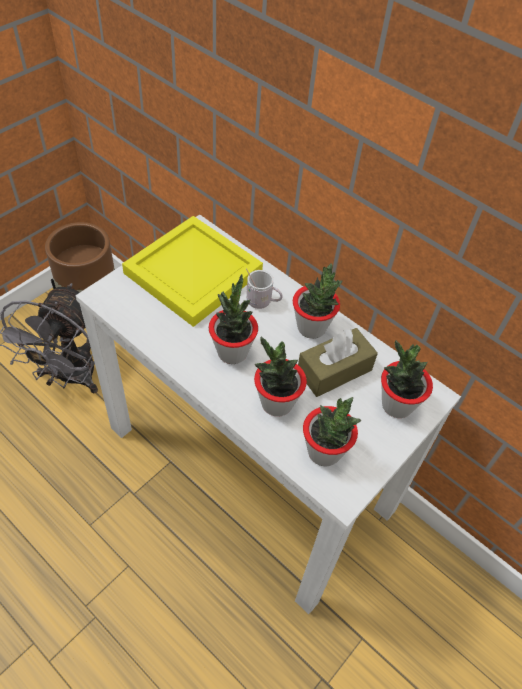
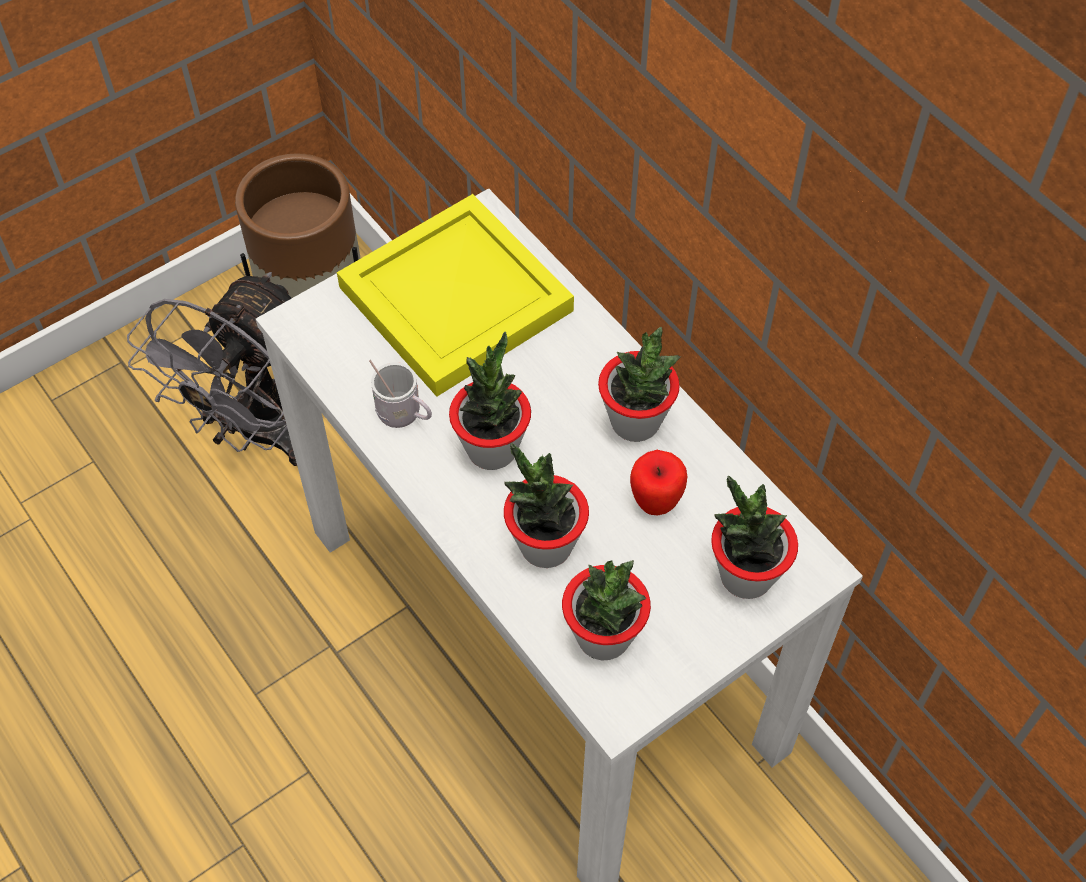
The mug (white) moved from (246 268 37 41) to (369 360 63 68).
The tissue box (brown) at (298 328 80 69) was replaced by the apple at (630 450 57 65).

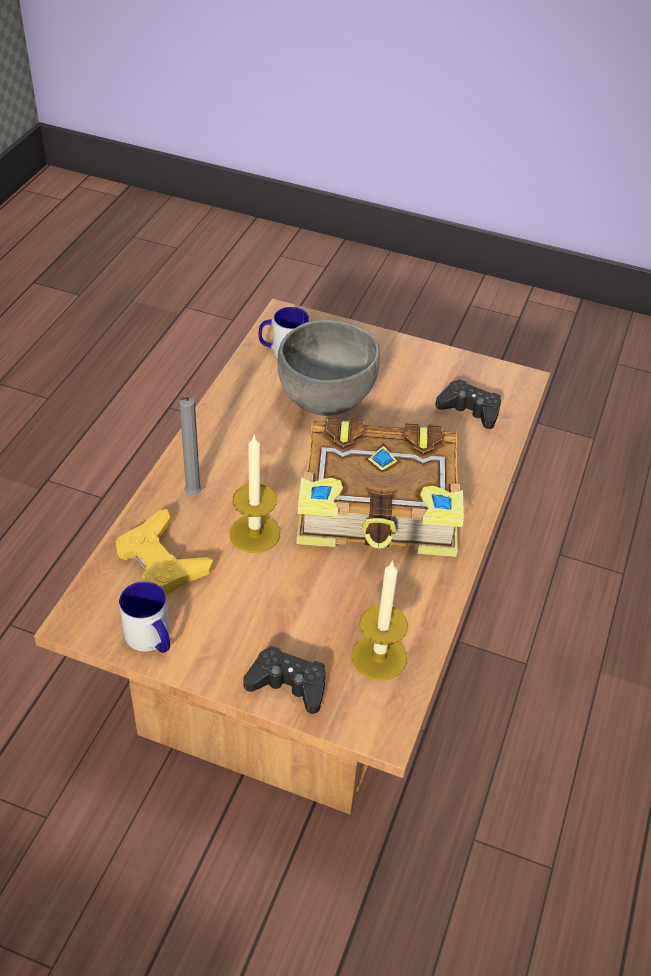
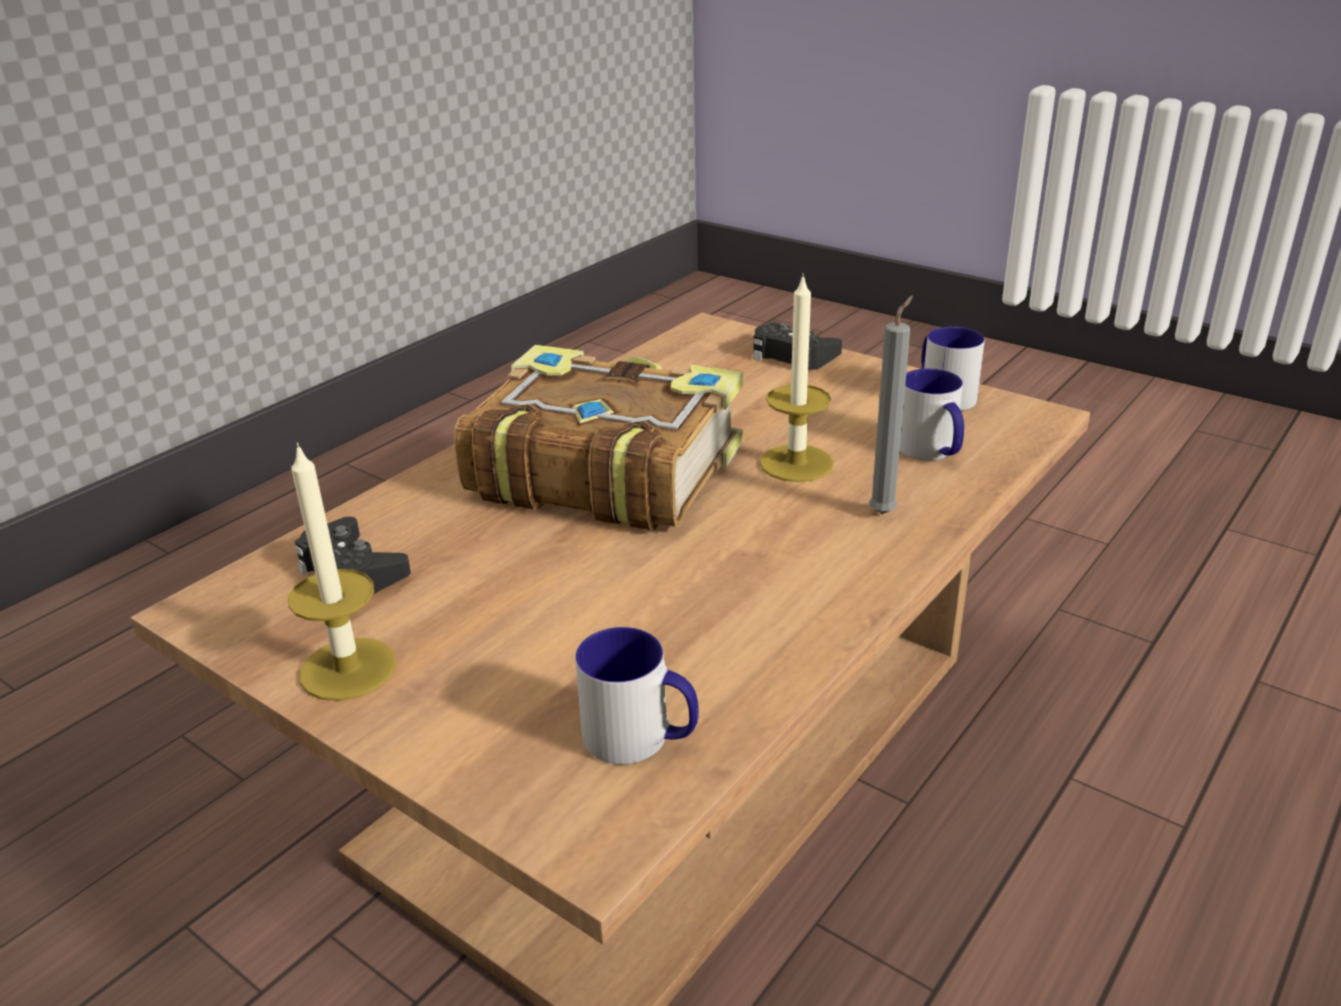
The game controller (yellow) at (116 509 98 86) was replaced by the mug at (900 368 64 92).
The bowl (grey) at (277 320 103 96) disappeared.
The candle moved from (351 560 57 121) to (288 443 108 258).

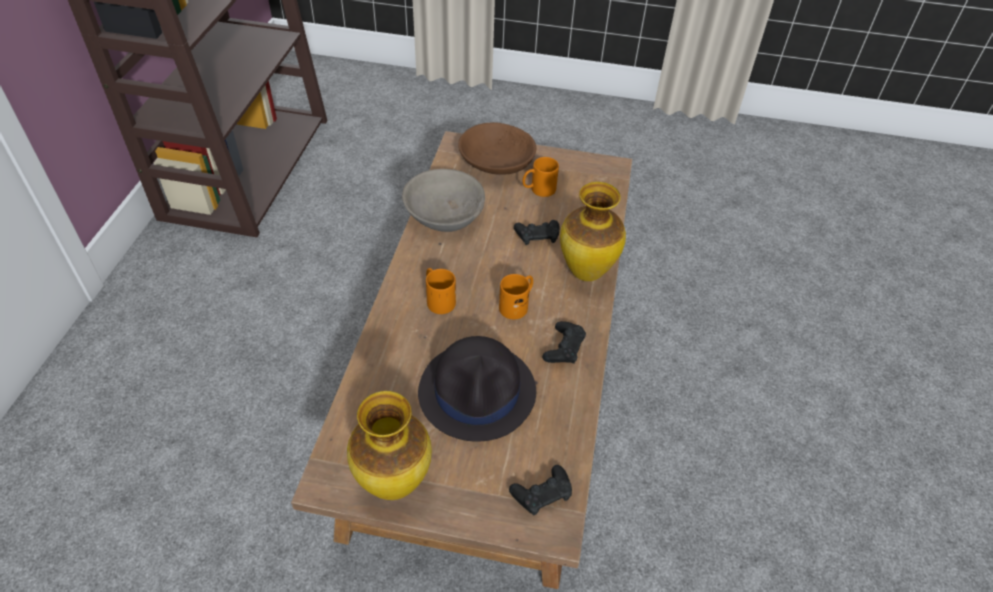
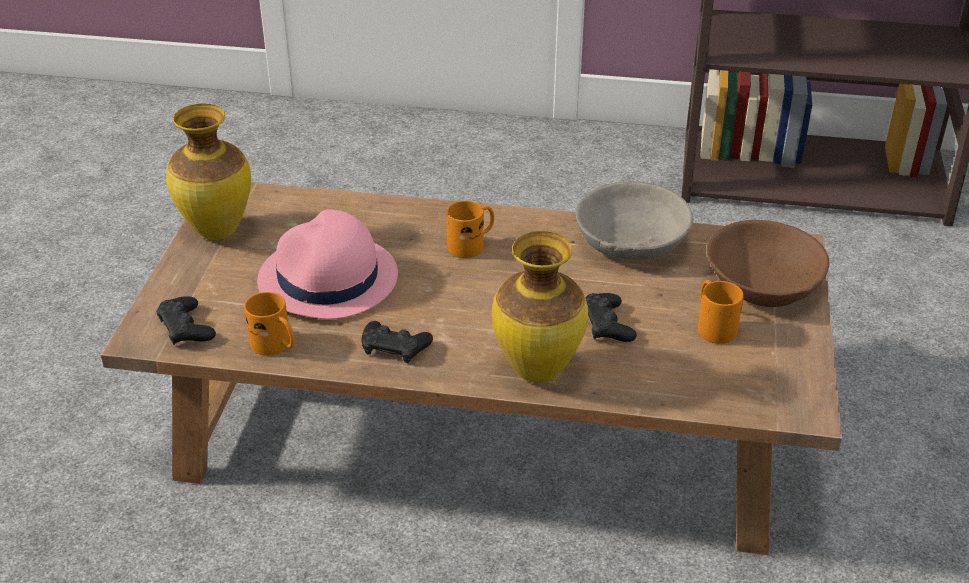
The hat (black) at (418 336 118 106) became the hat (pink) at (257 209 141 110).
The mug (orange) moved from (499 274 34 45) to (244 292 51 64).

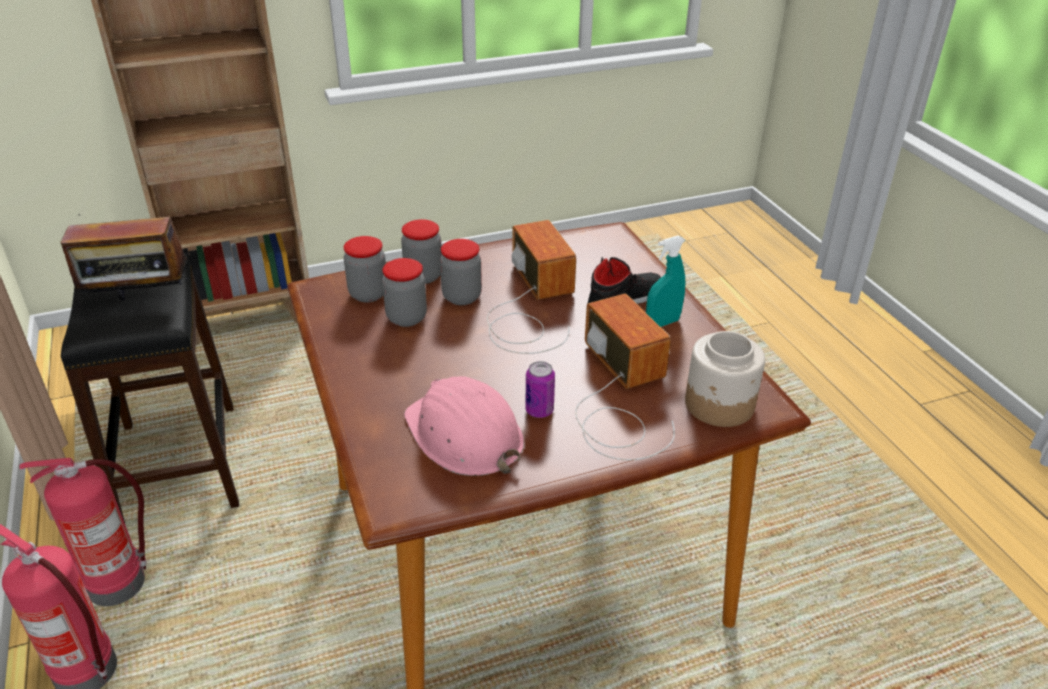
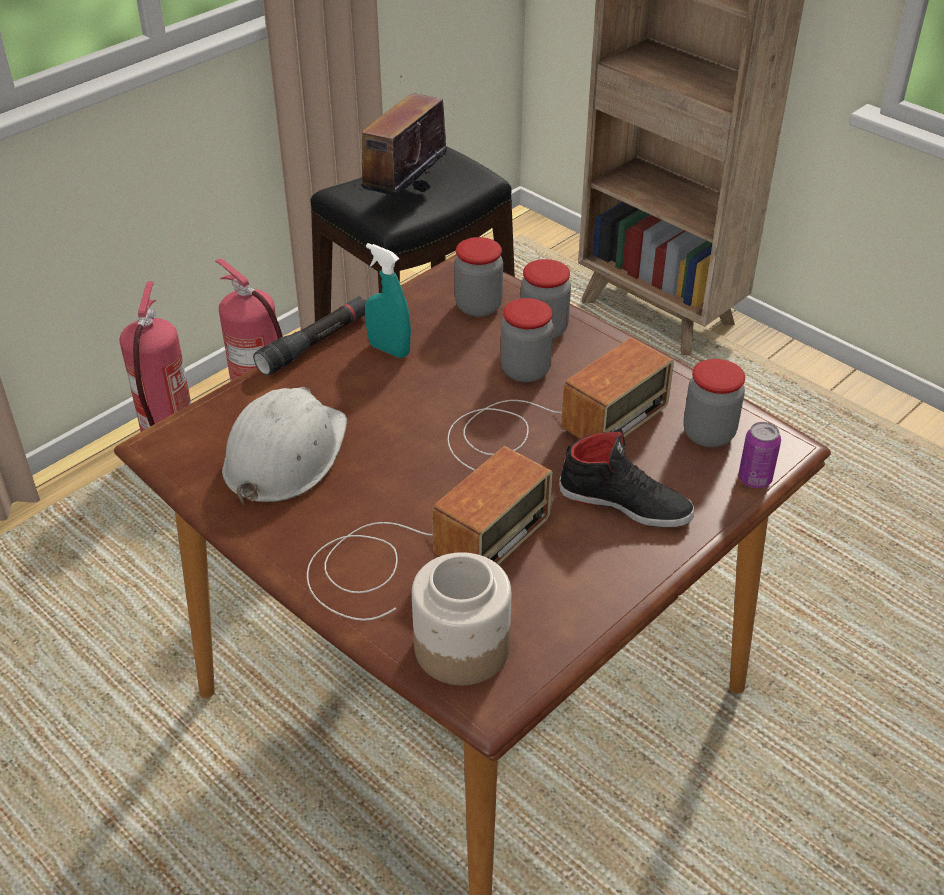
The radio at (60 203 128 98) turned 60 degrees clockwise.
The jar moved from (382 258 45 69) to (683 359 62 88).
The hard hat (pink) at (404 376 120 100) became the hard hat (white) at (222 387 125 118).
The can moved from (525 361 30 57) to (738 422 43 66).
The spray bottle (turquoise) moved from (646 235 39 92) to (365 243 46 115).
The flashlight (black) at (253 296 114 79) appeared.

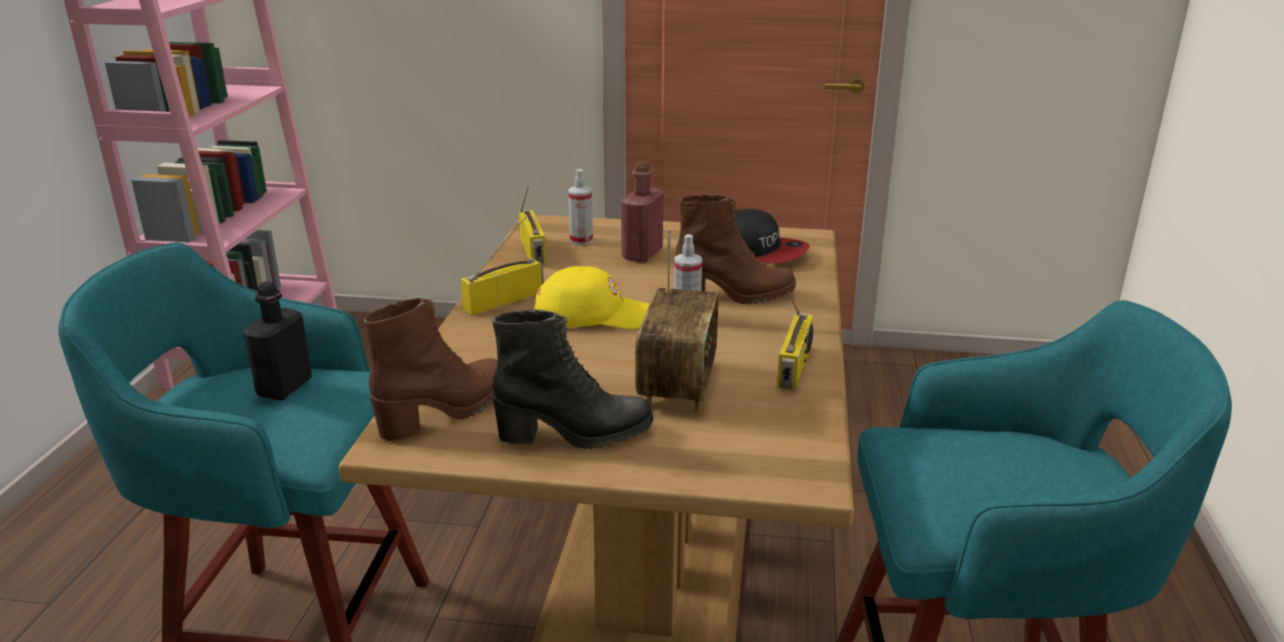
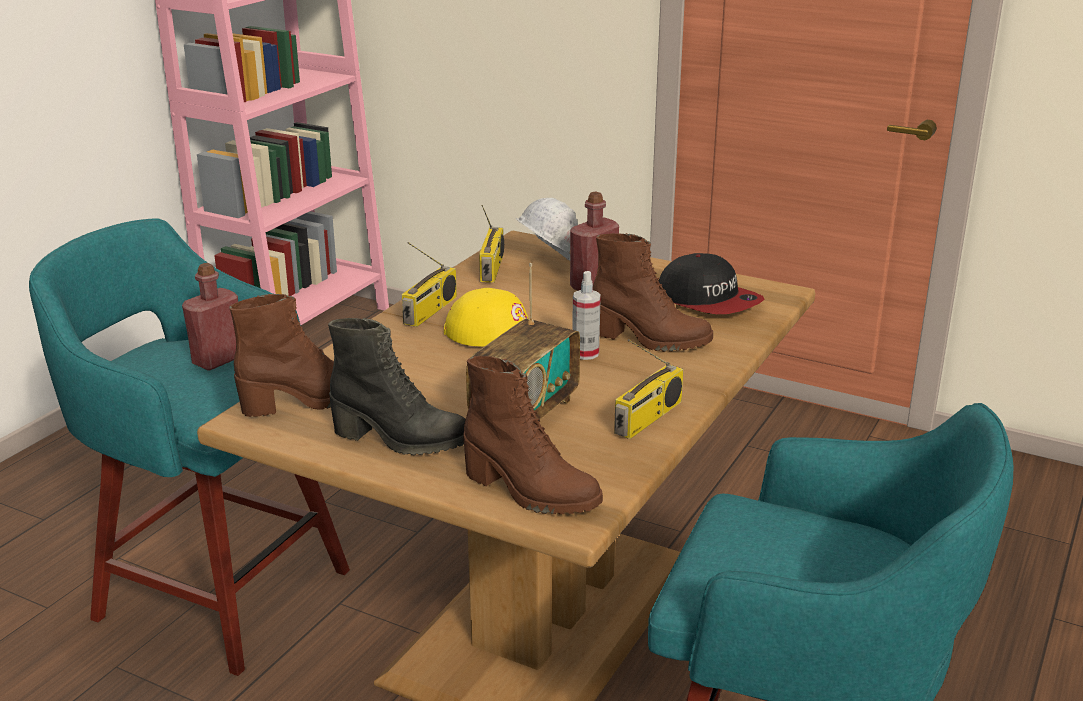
The bottle (black) at (243 281 69 120) became the bottle (red) at (182 263 56 108).
The radio at (460 217 84 98) turned 135 degrees clockwise.
The spray bottle at (568 169 25 76) was replaced by the hard hat (white) at (516 198 62 63).
The boot (brown) at (463 356 140 158) appeared.

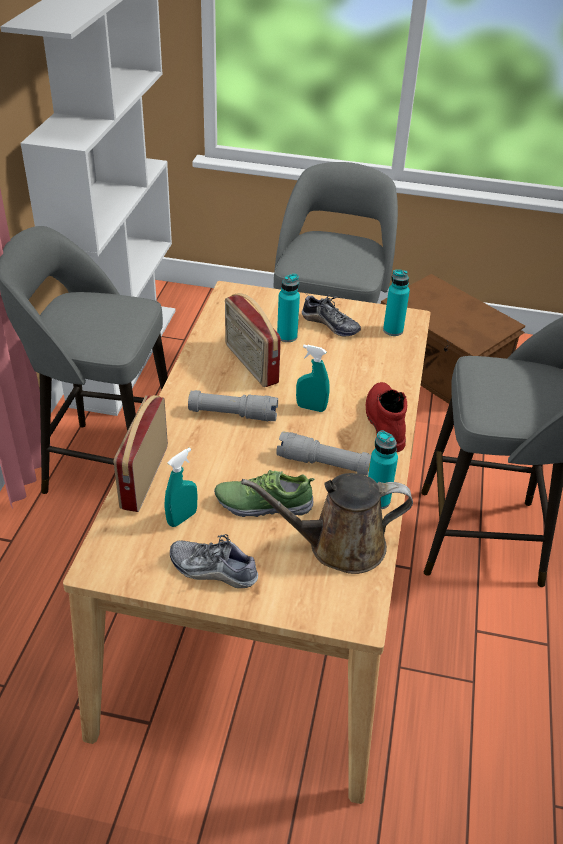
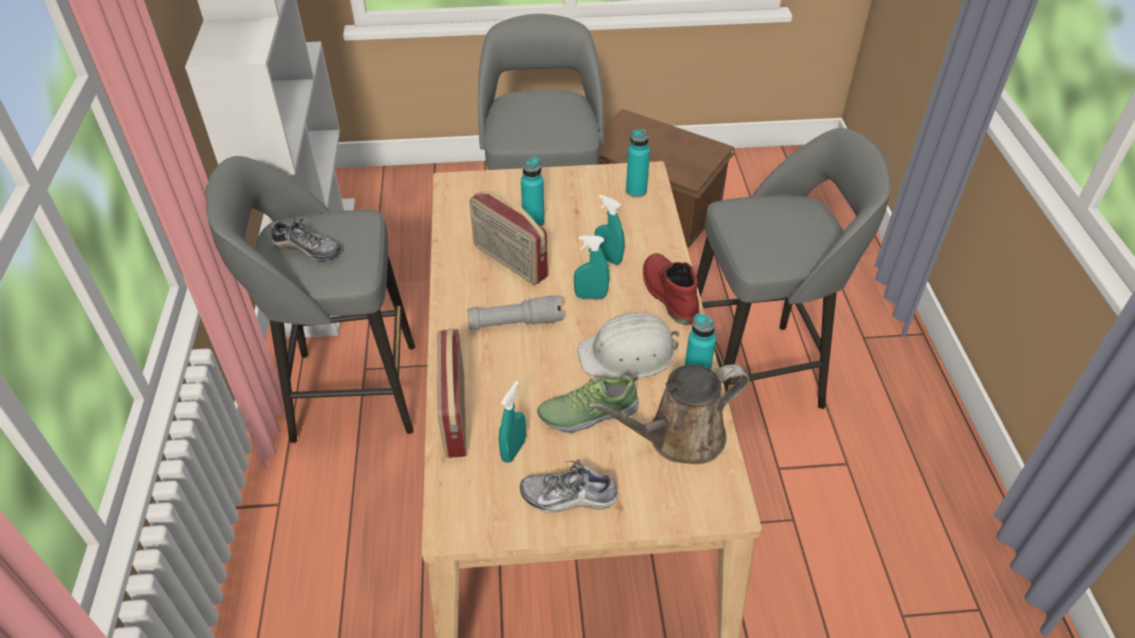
The flashlight (grey) at (276 432 95 44) was replaced by the hard hat (white) at (577 312 103 67).
The shoe moved from (302 294 59 42) to (271 217 69 44).
The spray bottle (turquoise) at (594 195 30 70) appeared.

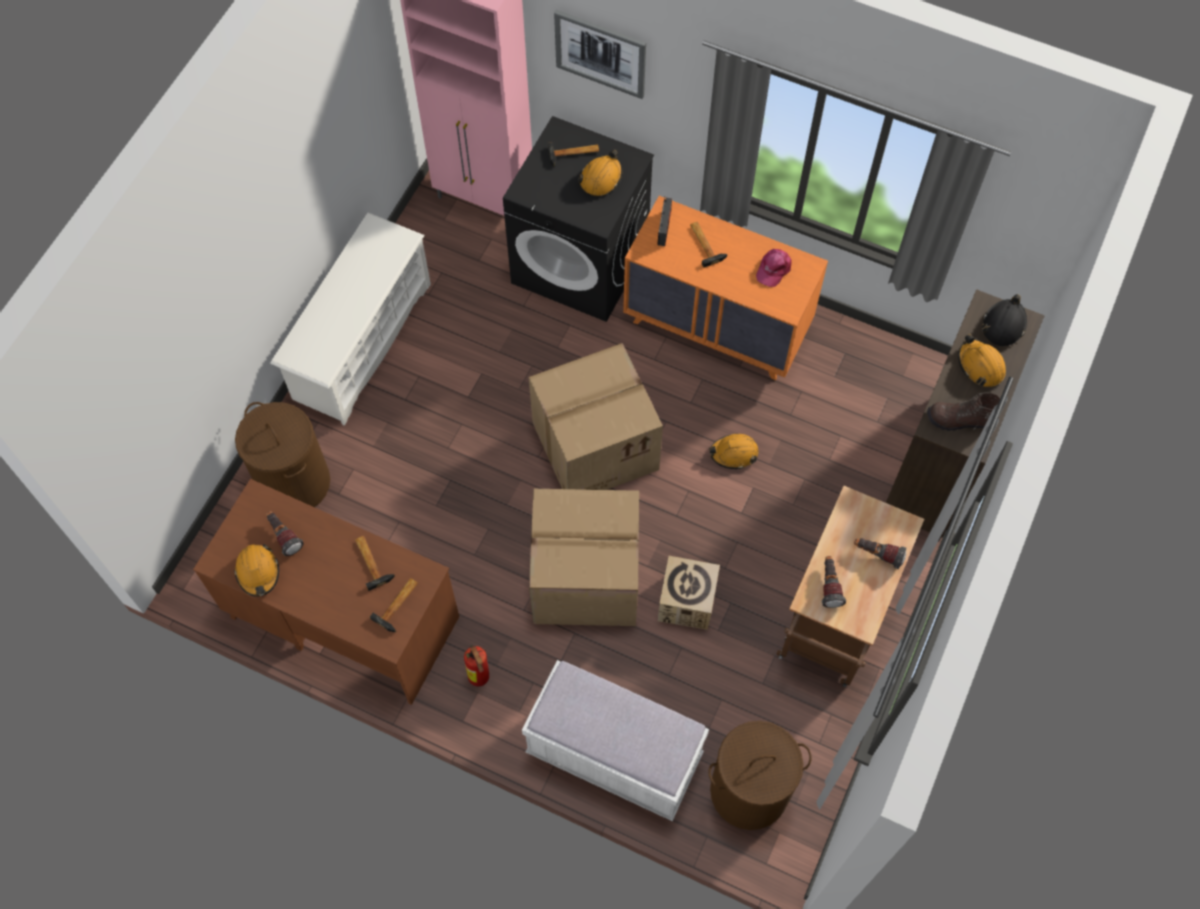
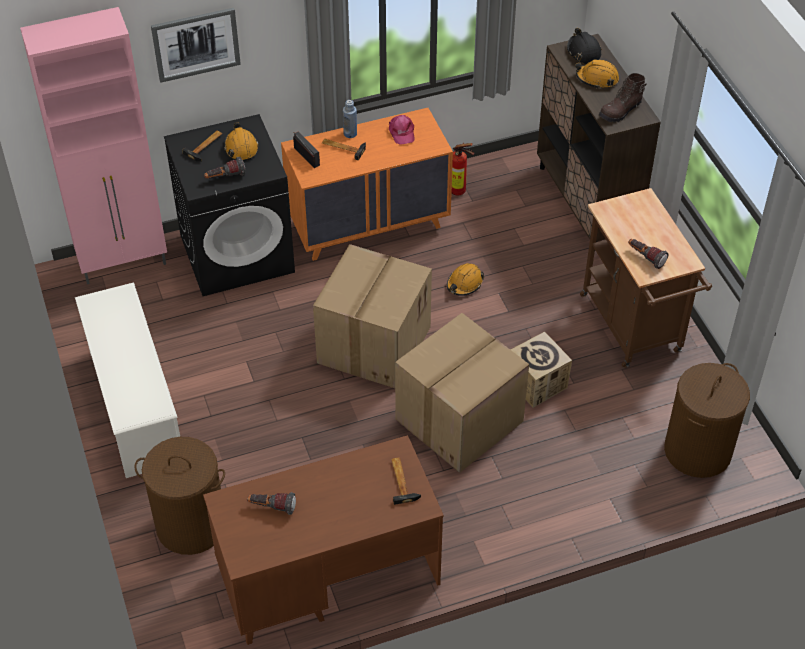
The hard hat (orange) at (234 544 45 53) disappeared.
The hammer at (355 536 40 55) disappeared.
The fire extinguisher moved from (464 645 25 41) to (452 143 22 52).
The bench (white) at (522 660 187 161) disappeared.
The flashlight moved from (854 538 52 31) to (204 157 41 22).
The bottle (blue) at (343 100 14 38) appeared.

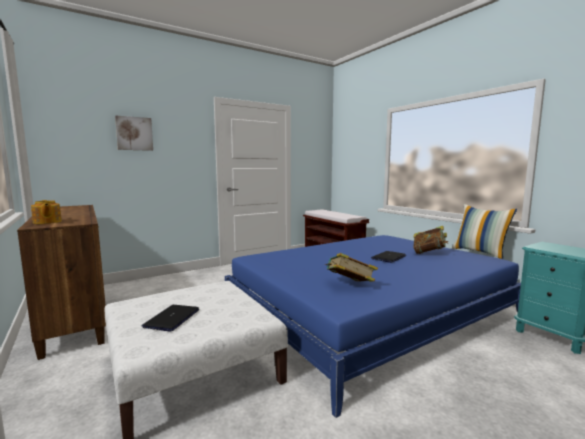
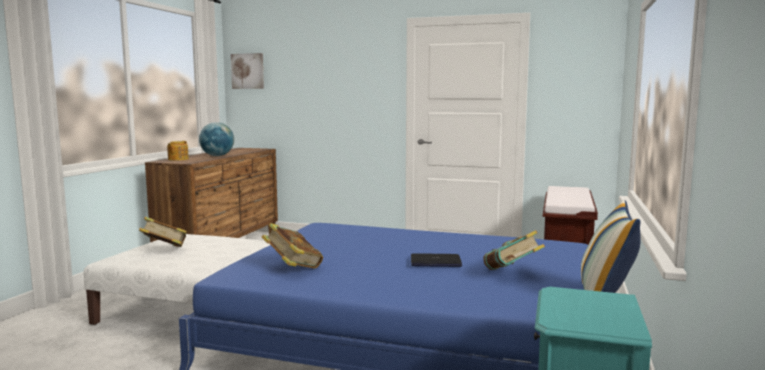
The picture moved from (115 115 38 36) to (231 53 33 36).
The laptop at (141 305 58 27) was replaced by the book at (139 217 48 30).
The globe at (199 122 35 34) appeared.

